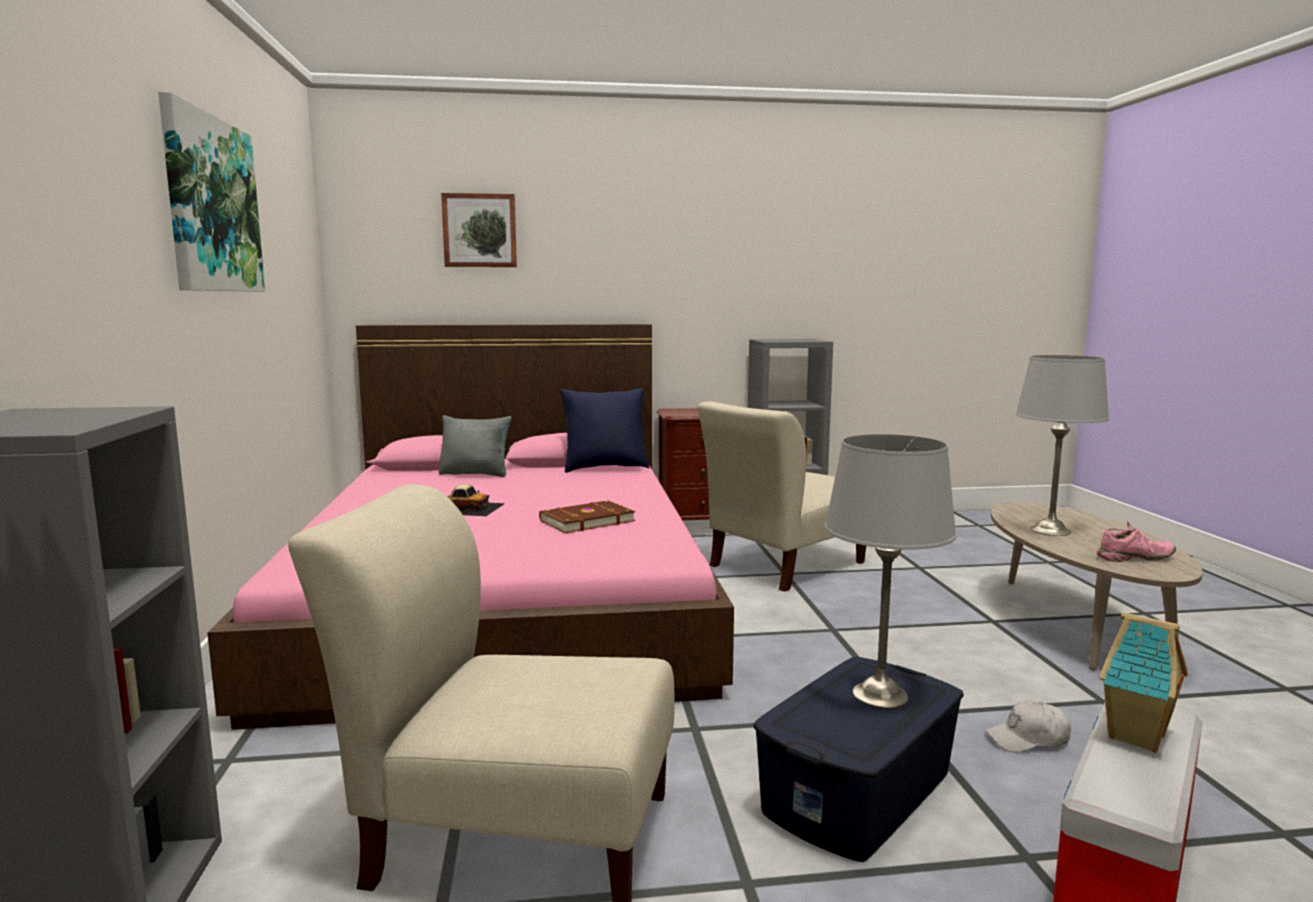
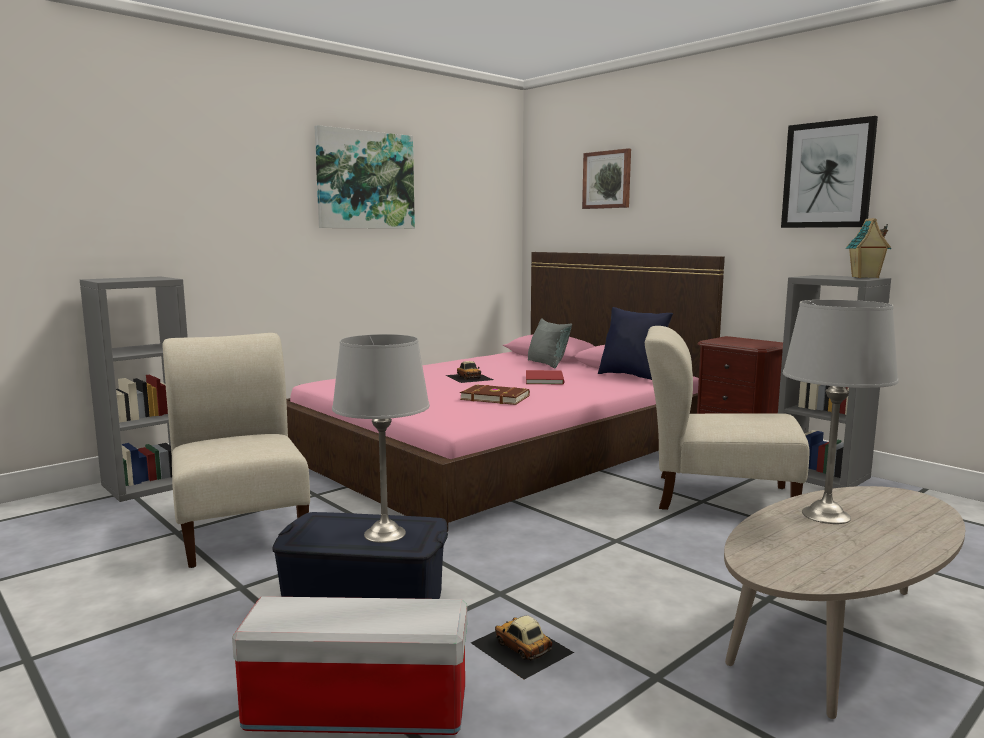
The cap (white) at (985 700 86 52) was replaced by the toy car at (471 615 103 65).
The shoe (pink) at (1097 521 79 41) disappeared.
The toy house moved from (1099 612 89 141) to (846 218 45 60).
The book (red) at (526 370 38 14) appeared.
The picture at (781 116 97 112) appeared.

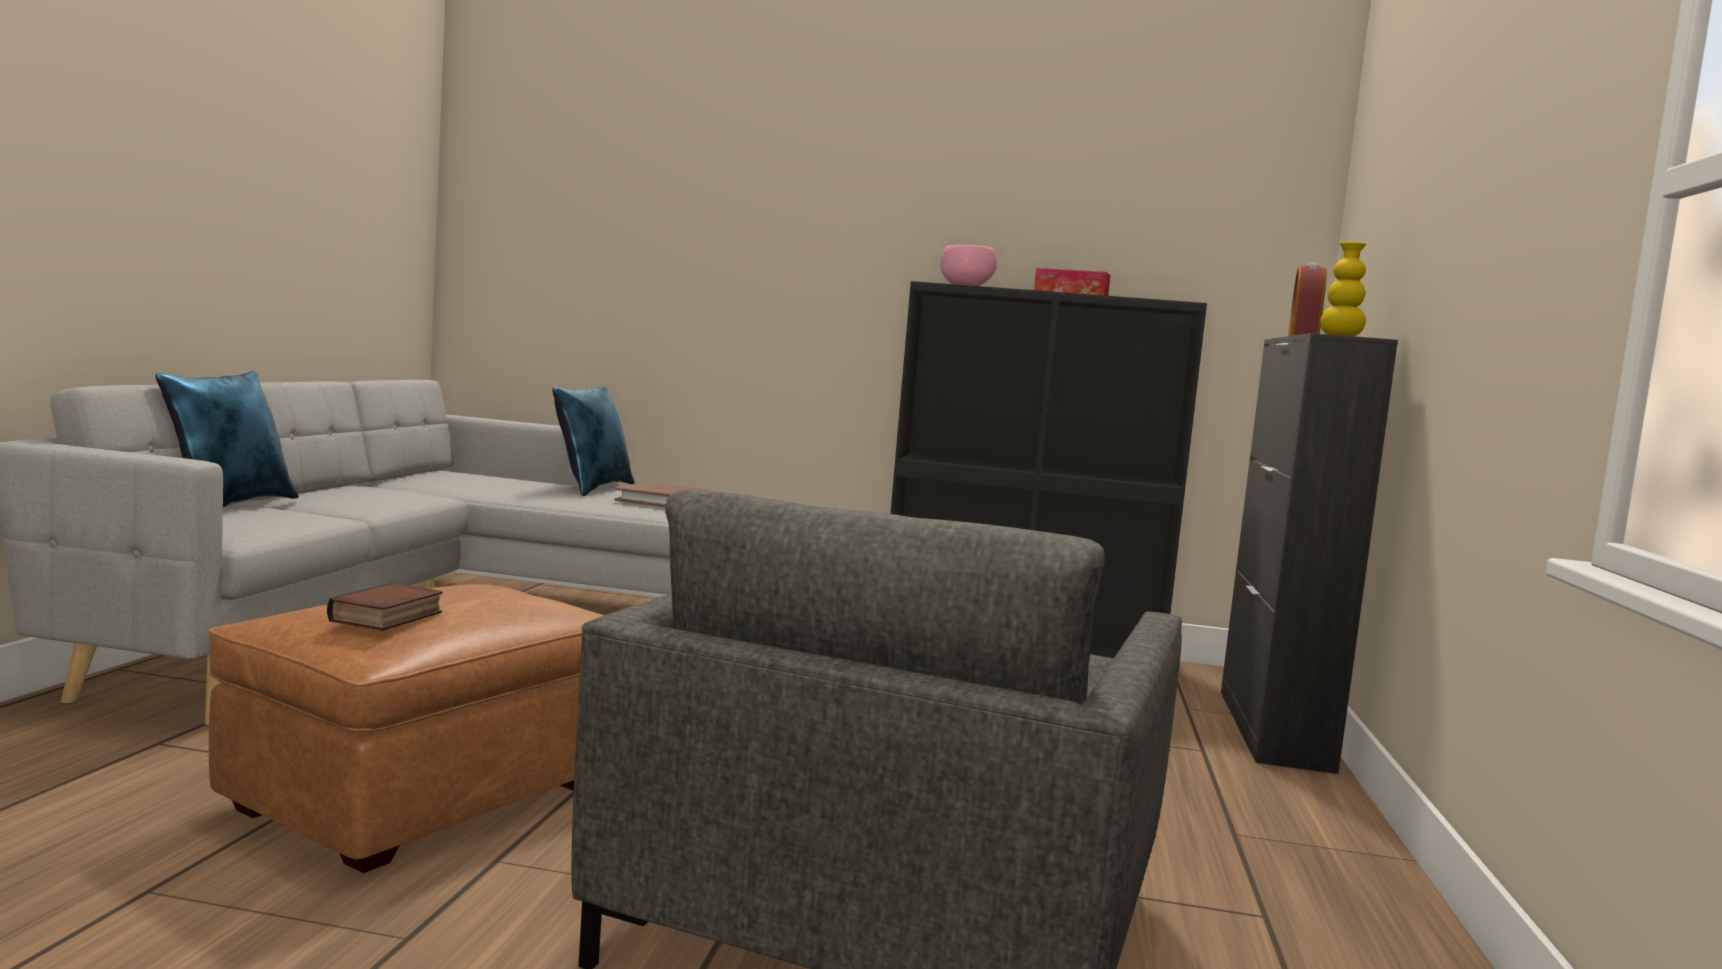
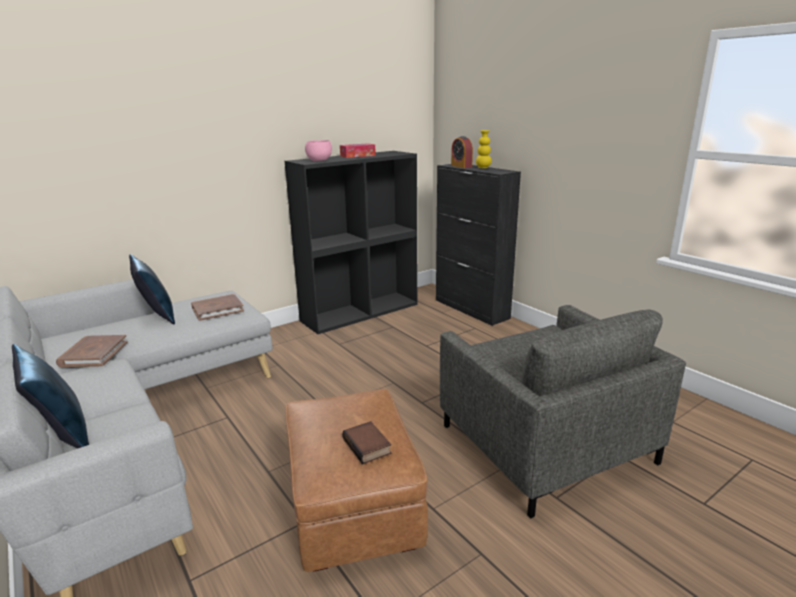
The book (brown) at (56 335 72 32) appeared.

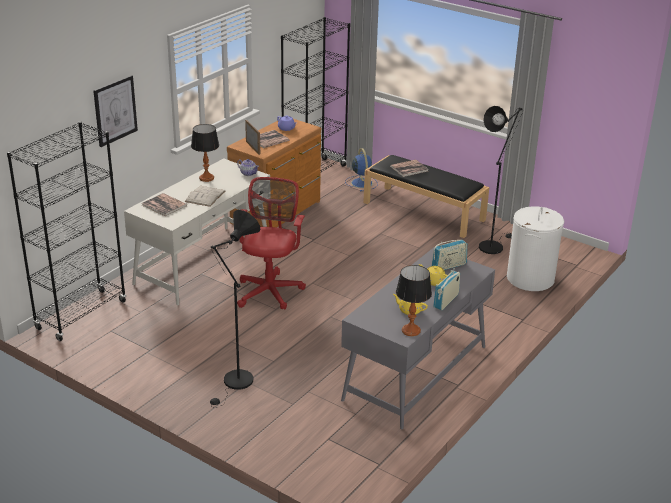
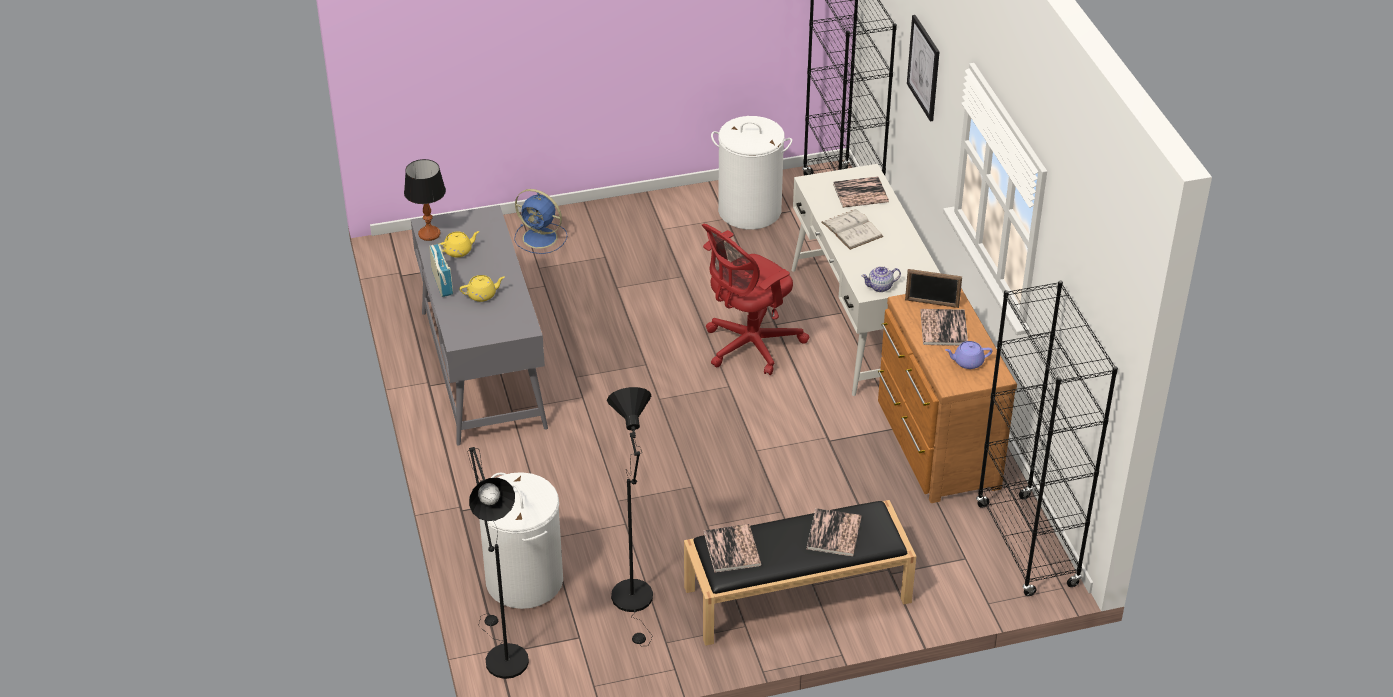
The table lamp at (191 124 28 58) disappeared.
The floor lamp (black) moved from (210 210 50 198) to (467 447 62 232).
The office chair (red) at (237 177 69 132) turned 90 degrees clockwise.
The fan (blue) moved from (345 148 33 43) to (514 189 53 65).
The radio at (431 240 36 30) disappeared.
The book at (704 524 57 49) appeared.
The laundry basket (white) at (711 116 81 114) appeared.

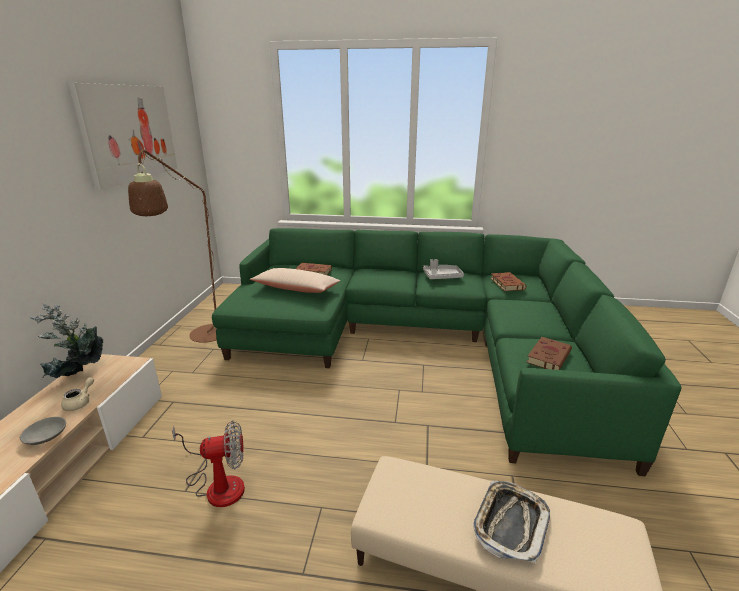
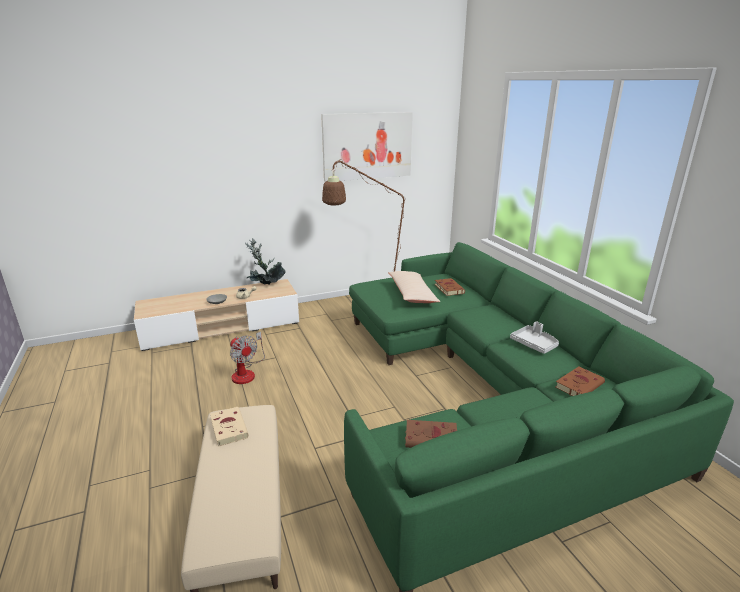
The tray at (473 481 77 82) disappeared.
The book (beige) at (210 407 39 40) appeared.

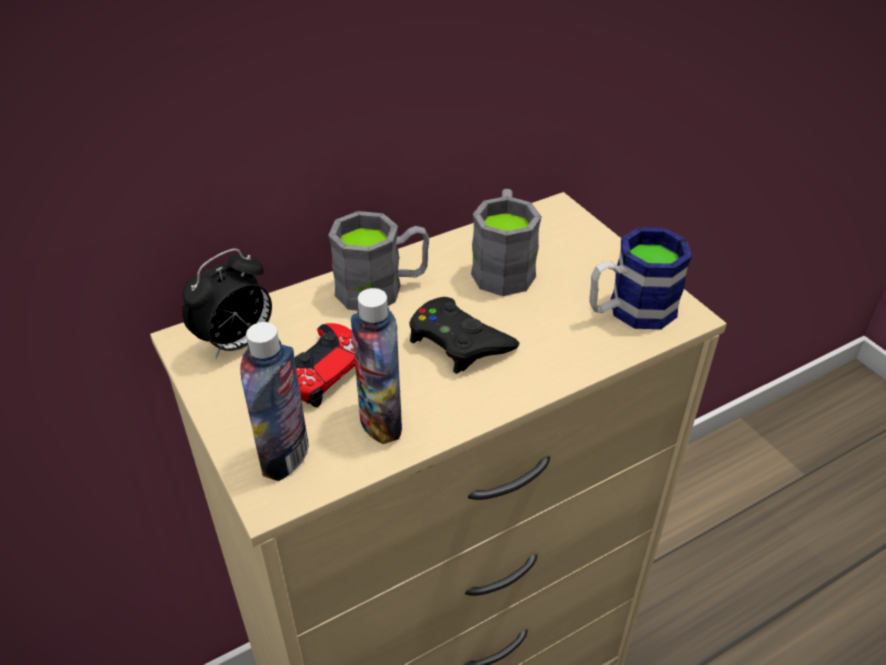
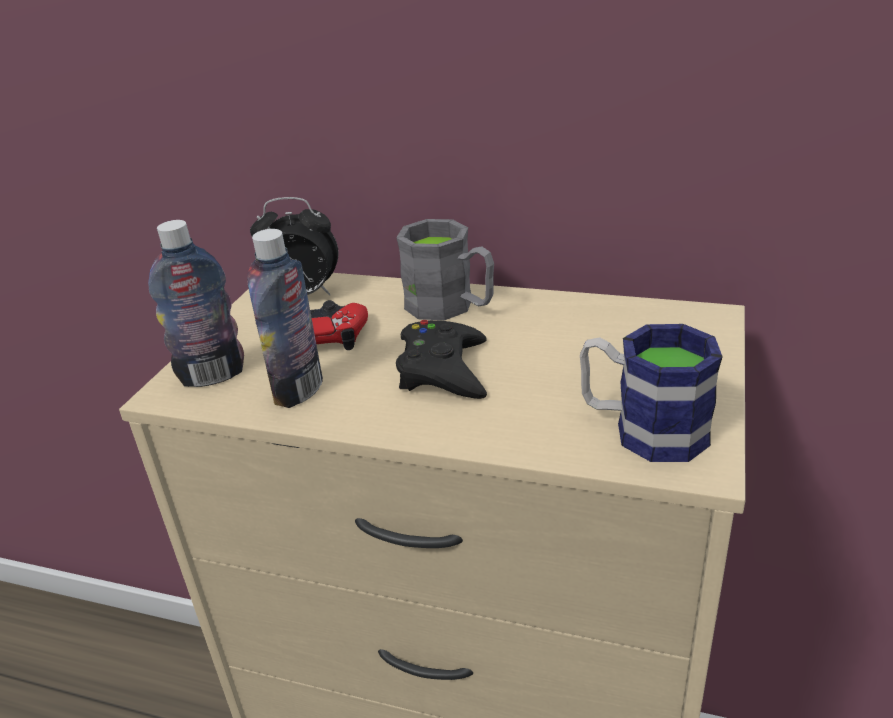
The mug (grey) at (471 189 71 107) disappeared.

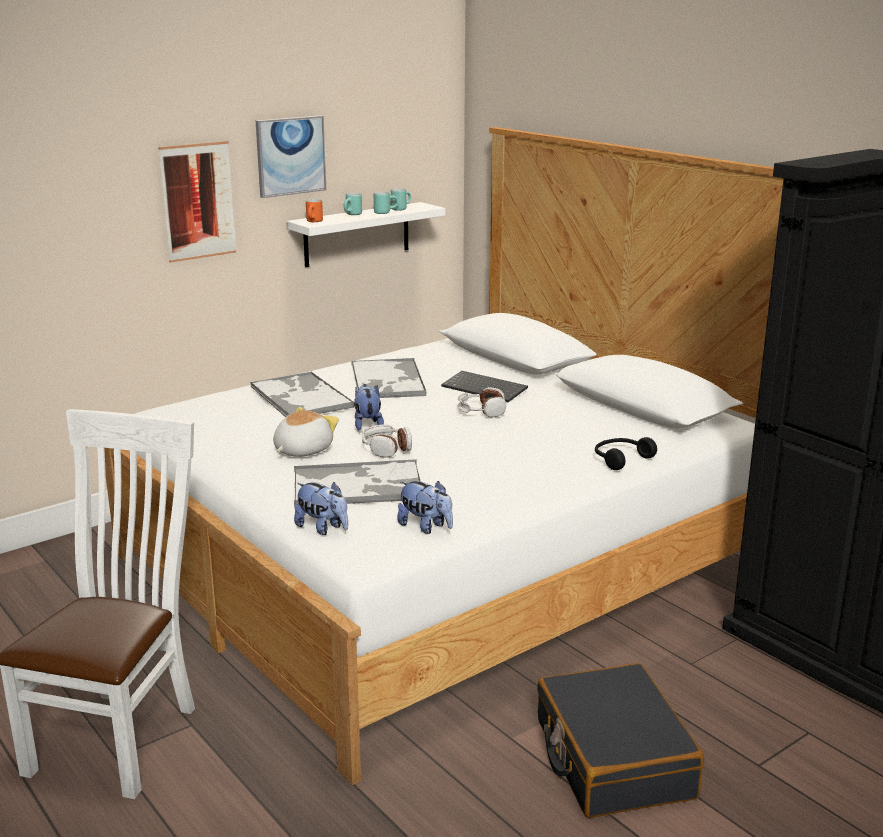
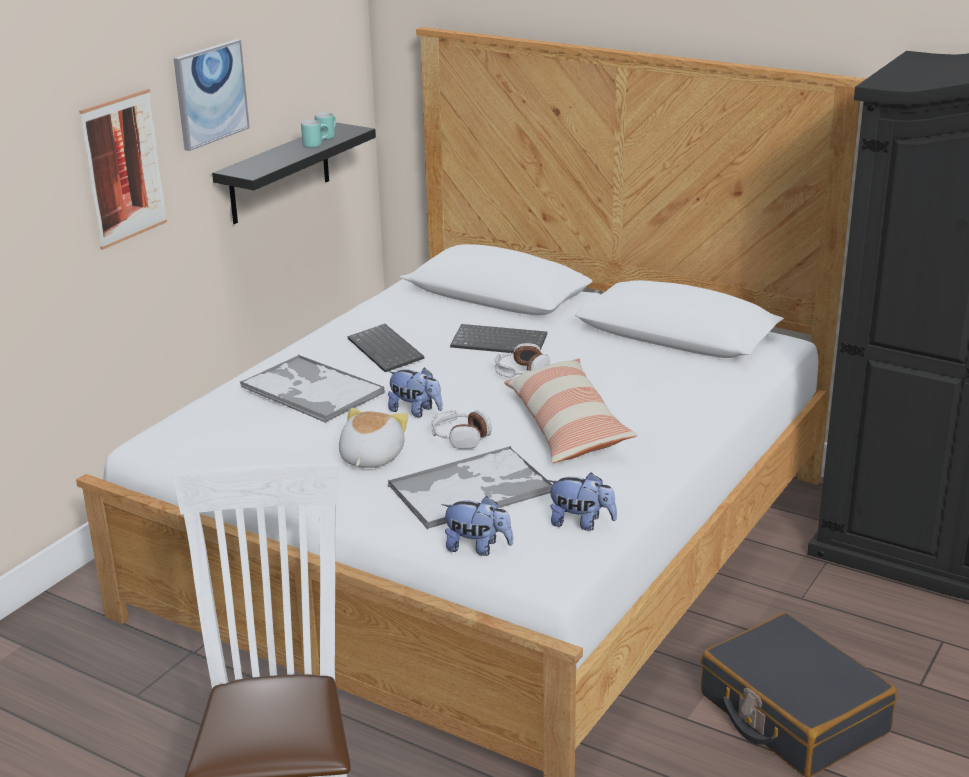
The shelf (white) at (287 202 158 65) became the shelf (black) at (212 123 164 101).
The mug (orange) at (306 199 17 23) disappeared.
The mug (turquoise) at (344 193 18 22) disappeared.
The tray at (352 358 75 40) was replaced by the keyboard at (347 324 77 48).
The plush toy at (354 384 30 46) turned 150 degrees clockwise.
The headphones (black) at (595 437 62 33) disappeared.
The pillow at (504 358 134 105) appeared.

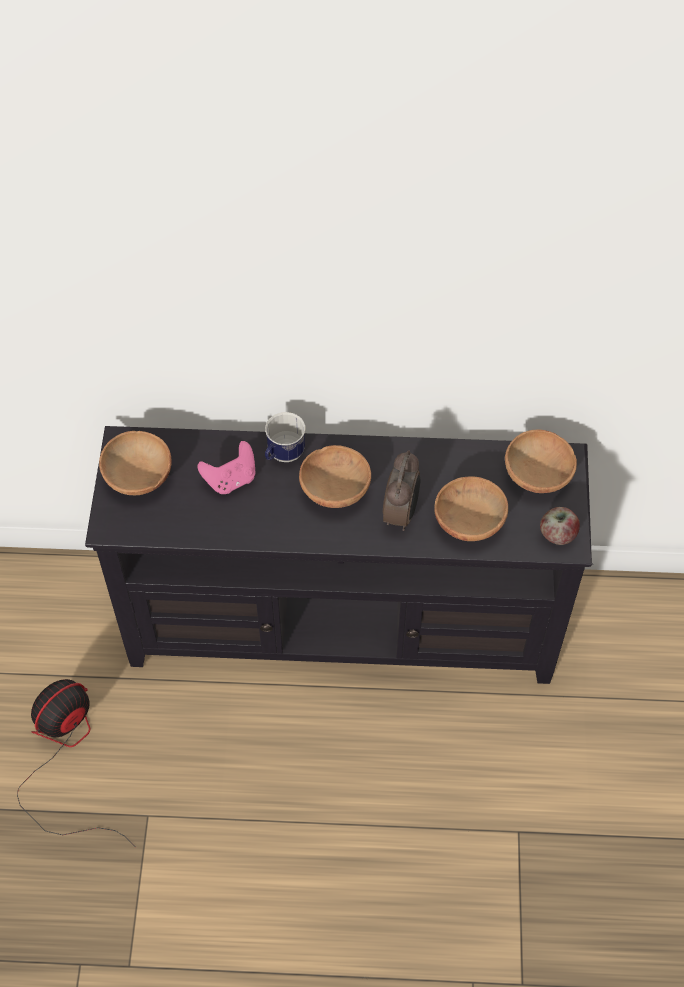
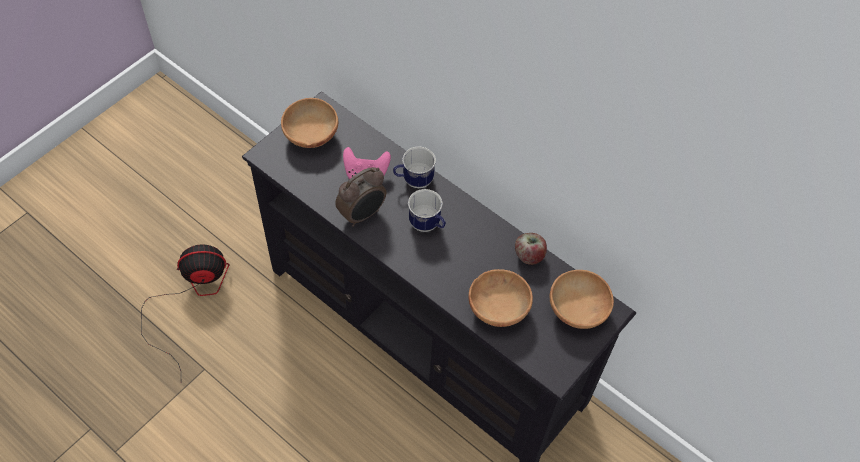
The bowl (brown) at (299 445 72 63) was replaced by the mug at (408 189 38 43).
The alarm clock moved from (383 450 37 81) to (335 167 51 60).
The apple moved from (540 507 40 38) to (515 233 32 32).

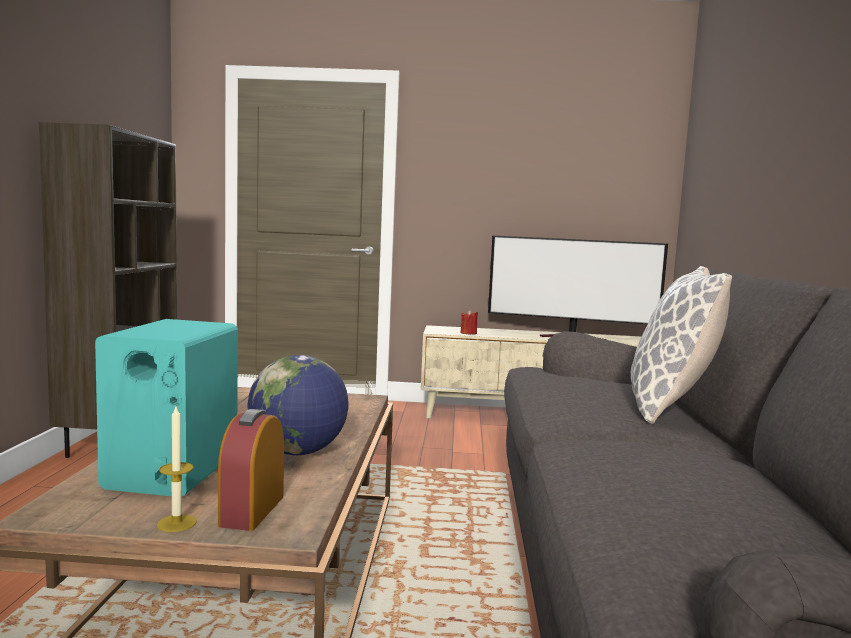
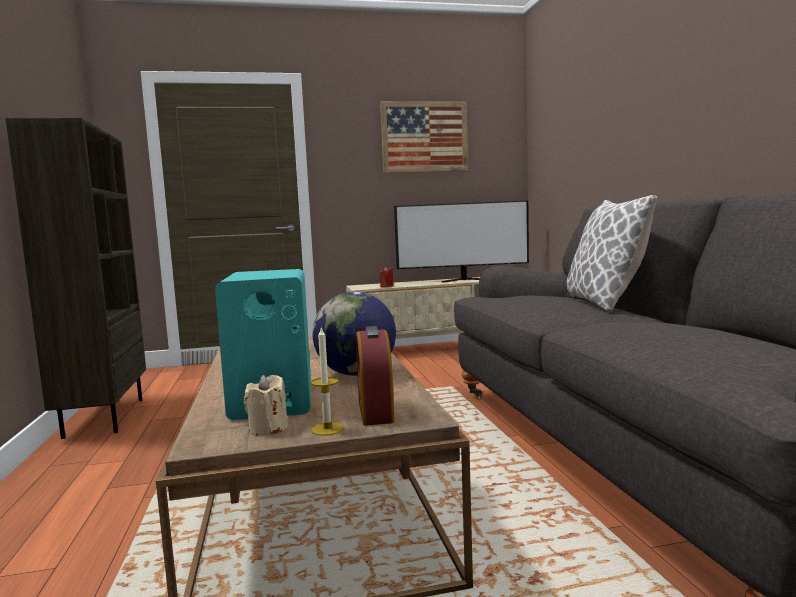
The candle (beige) at (244 375 44 61) appeared.
The picture at (380 101 88 72) appeared.

